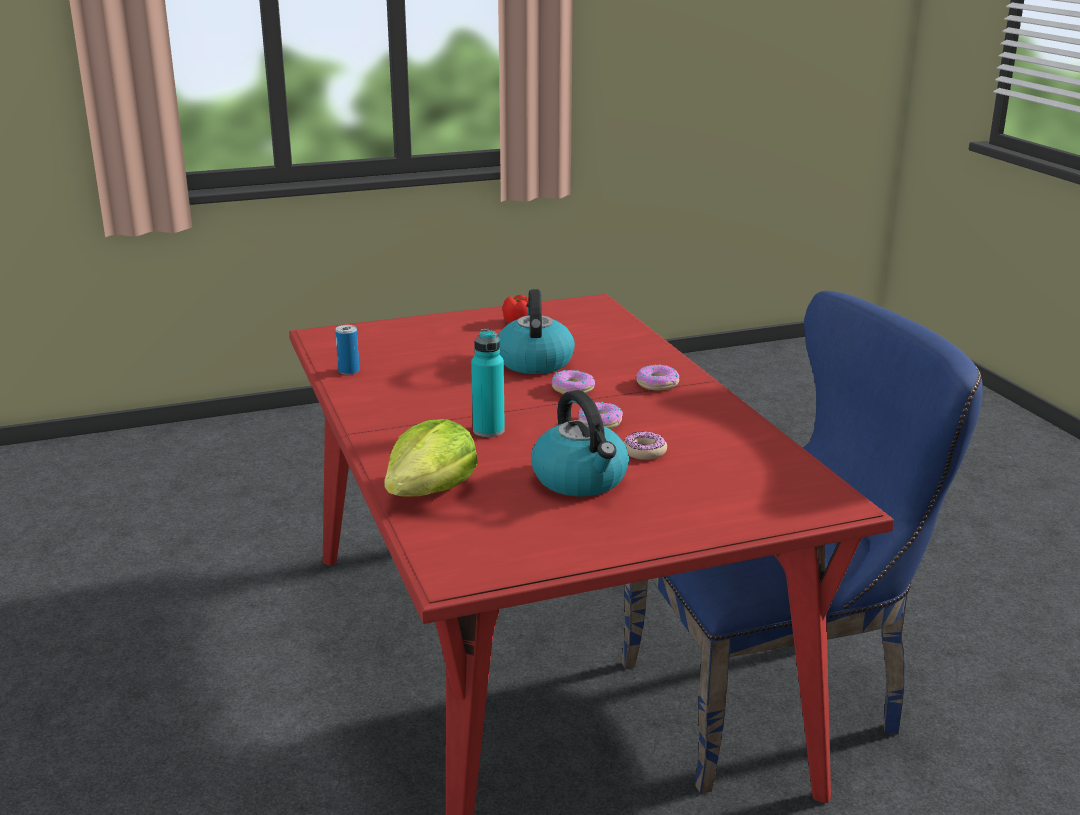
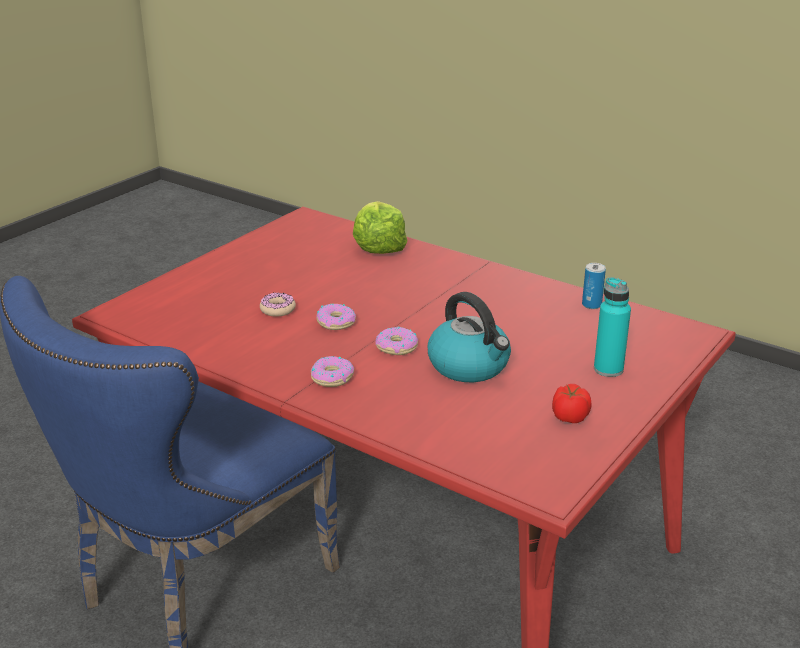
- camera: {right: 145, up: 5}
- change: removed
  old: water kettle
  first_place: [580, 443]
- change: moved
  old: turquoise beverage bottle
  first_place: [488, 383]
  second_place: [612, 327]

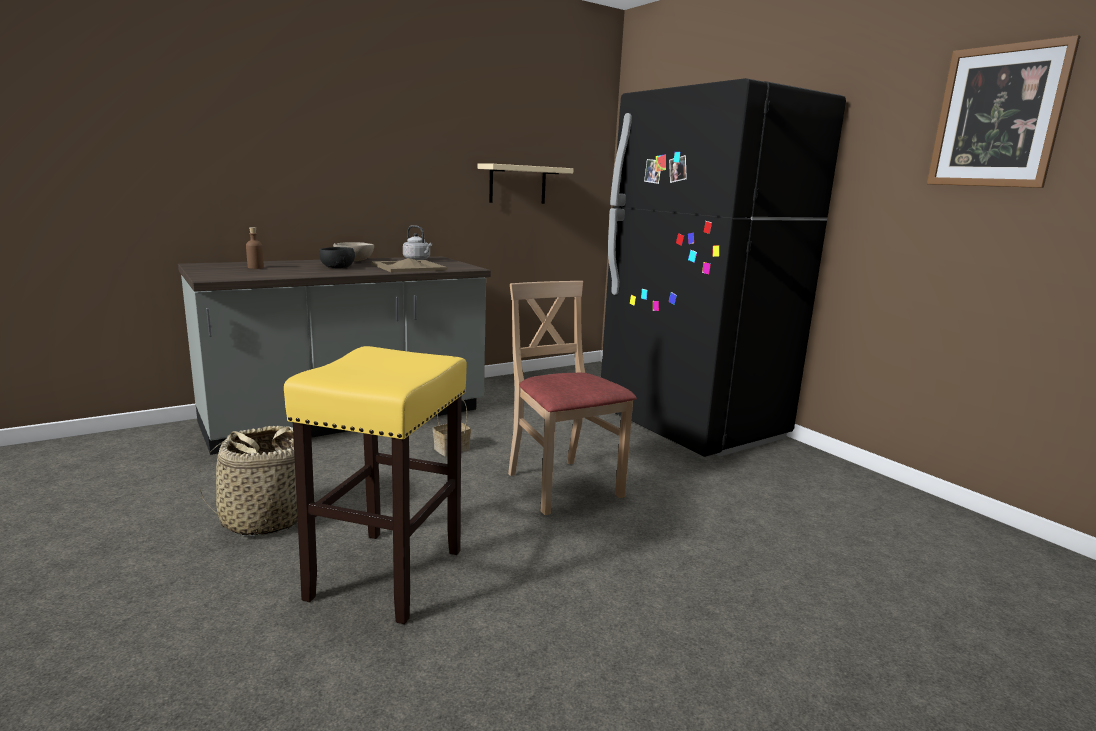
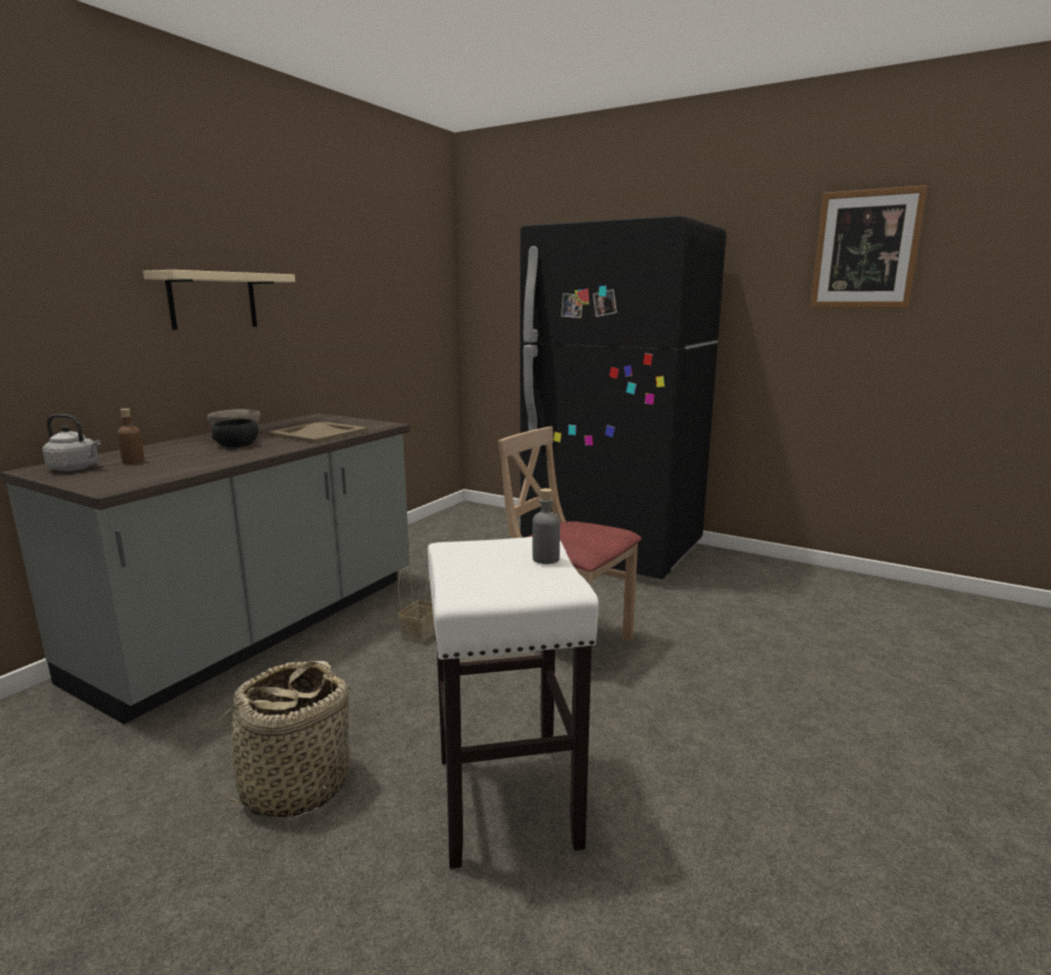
- camera: {right: -25, up: 0}
- change: added
  new: gray beverage bottle
  second_place: [546, 526]
- change: moved
  old: gray water kettle
  first_place: [417, 242]
  second_place: [71, 442]
- change: moved
  old: beige shelf
  first_place: [526, 183]
  second_place: [219, 300]
- change: recoloured
  old: yellow-coloured stool seat
  new: white stool seat
  first_place: [375, 485]
  second_place: [513, 703]

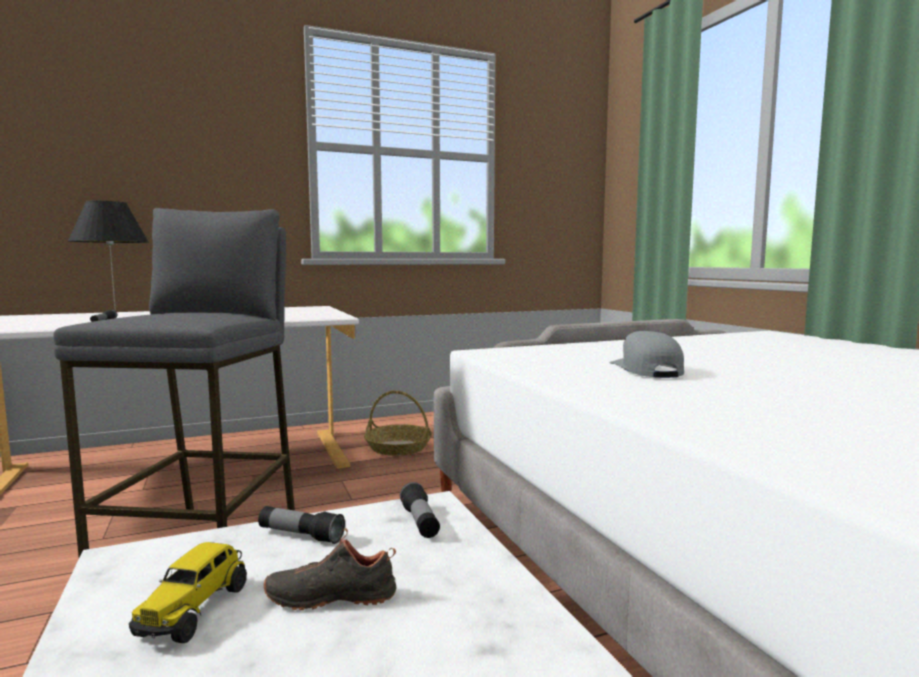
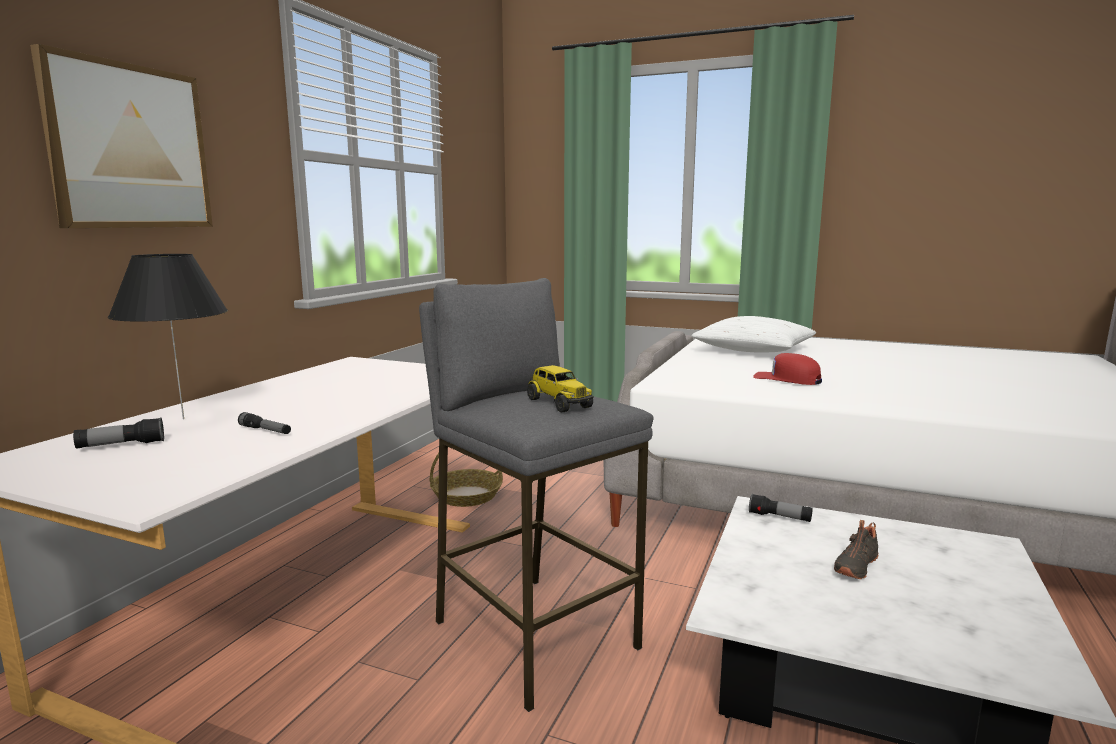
- camera: {right: -45, up: 5}
- change: added
  new: wall picture
  second_place: [121, 136]
- change: added
  new: white throw pillow
  second_place: [754, 334]
- change: moved
  old: model truck
  first_place: [188, 592]
  second_place: [560, 388]
- change: moved
  old: torch
  first_place: [301, 525]
  second_place: [118, 433]
- change: recoloured
  old: gray cap
  new: reddish cap
  first_place: [646, 354]
  second_place: [787, 369]

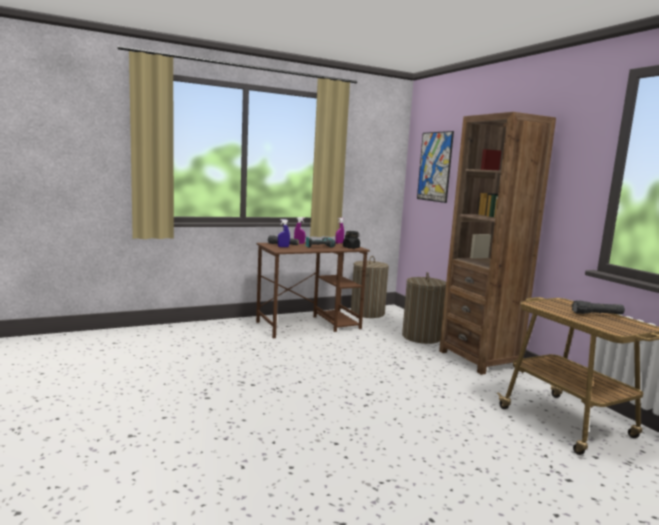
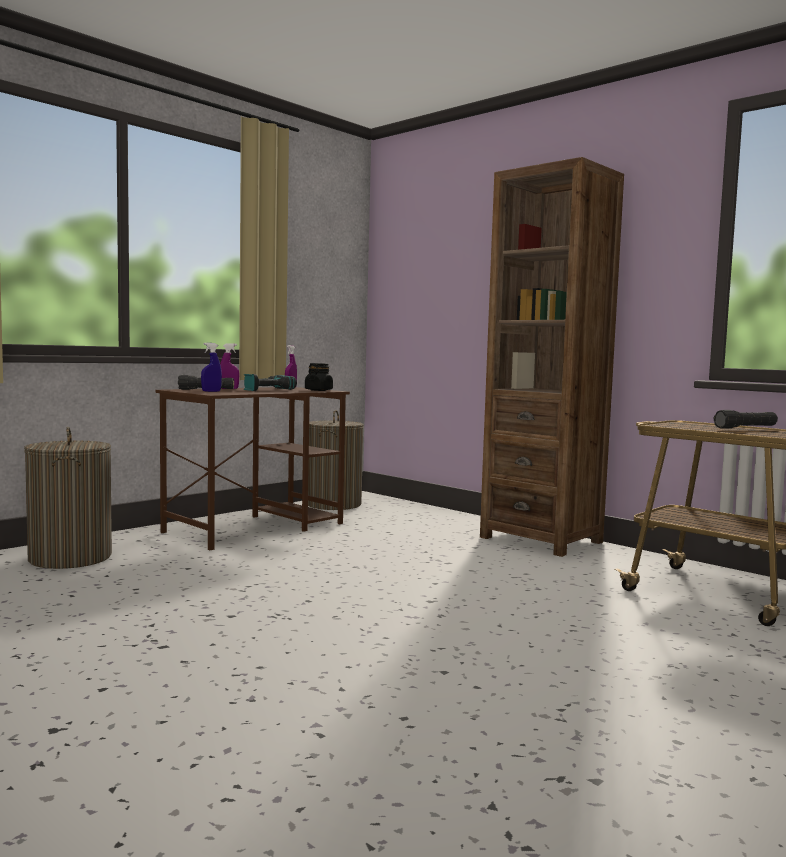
- camera: {right: -20, up: -5}
- change: removed
  old: wall picture
  first_place: [435, 167]
- change: moved
  old: laundry basket
  first_place: [424, 308]
  second_place: [68, 498]

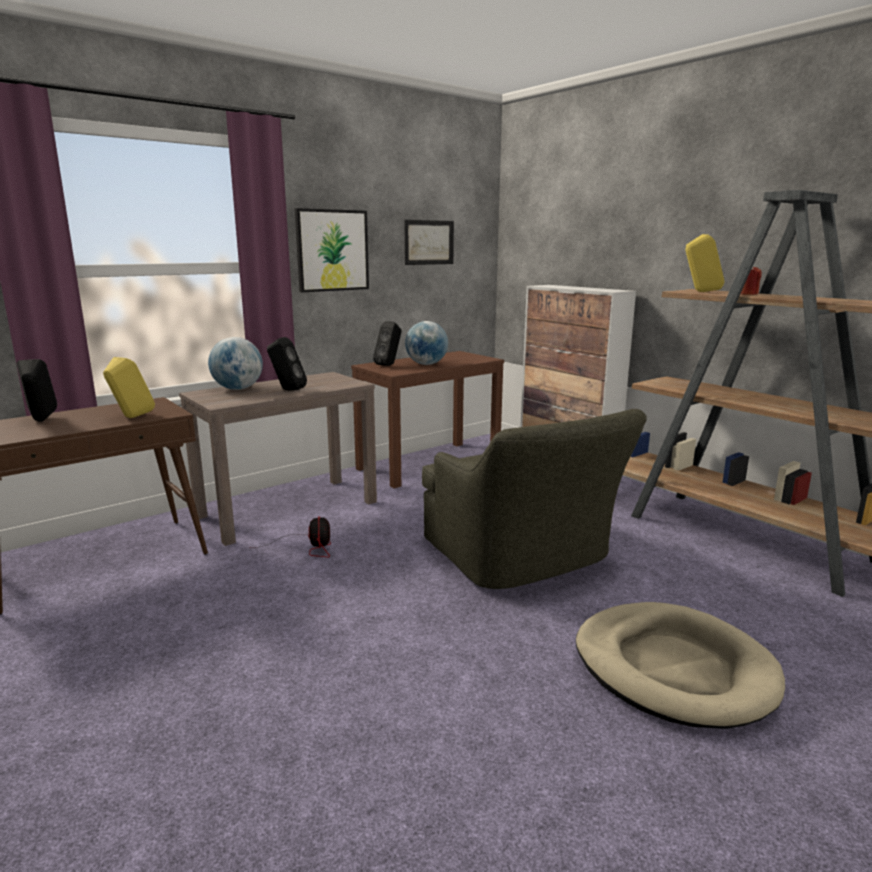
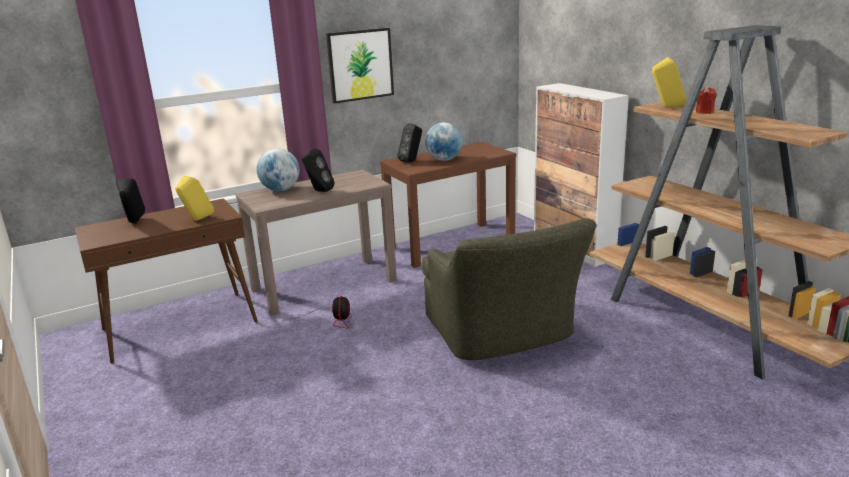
- camera: {right: 10, up: 5}
- change: removed
  old: wall picture
  first_place: [429, 242]
- change: removed
  old: beige dog bed
  first_place: [680, 665]

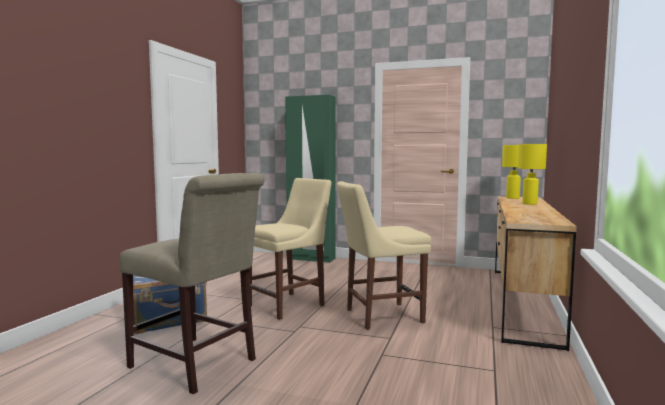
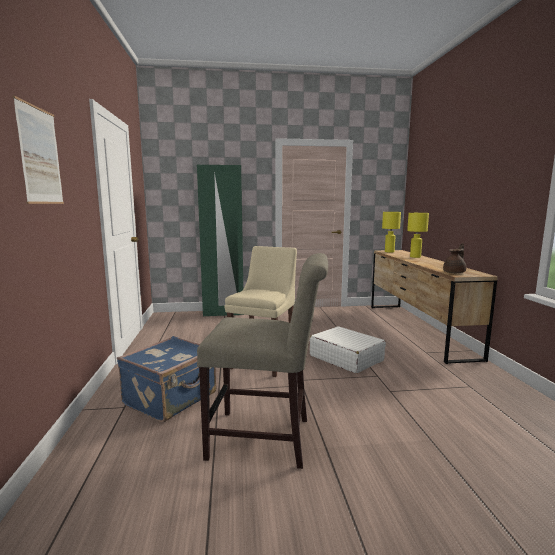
- camera: {right: -25, up: 5}
- change: added
  new: wall picture
  second_place: [38, 150]
- change: added
  new: brown tea pot
  second_place: [454, 258]
- change: replaced
  old: beige plain chair
  new: white suitcase
  first_place: [384, 255]
  second_place: [348, 349]

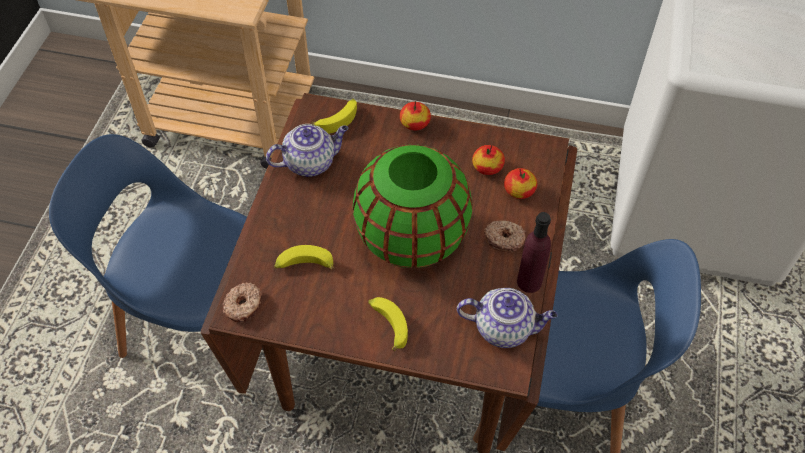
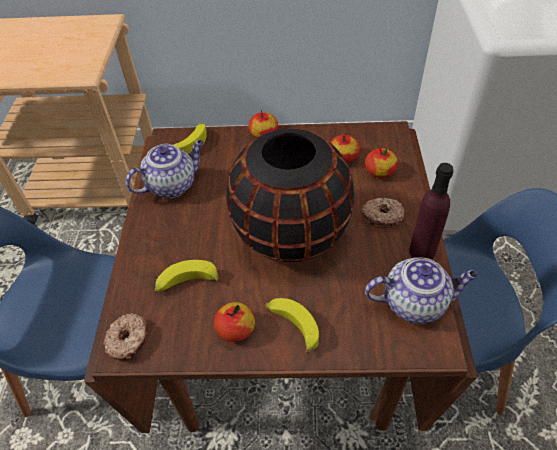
- camera: {right: -10, up: -5}
- change: added
  new: apple fruit
  second_place: [234, 322]
- change: recoloured
  old: green vase
  new: blackish vase
  first_place: [412, 206]
  second_place: [290, 195]

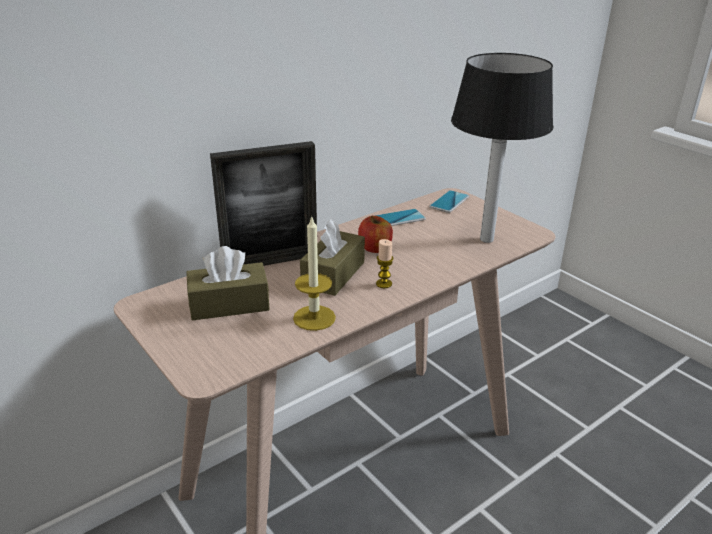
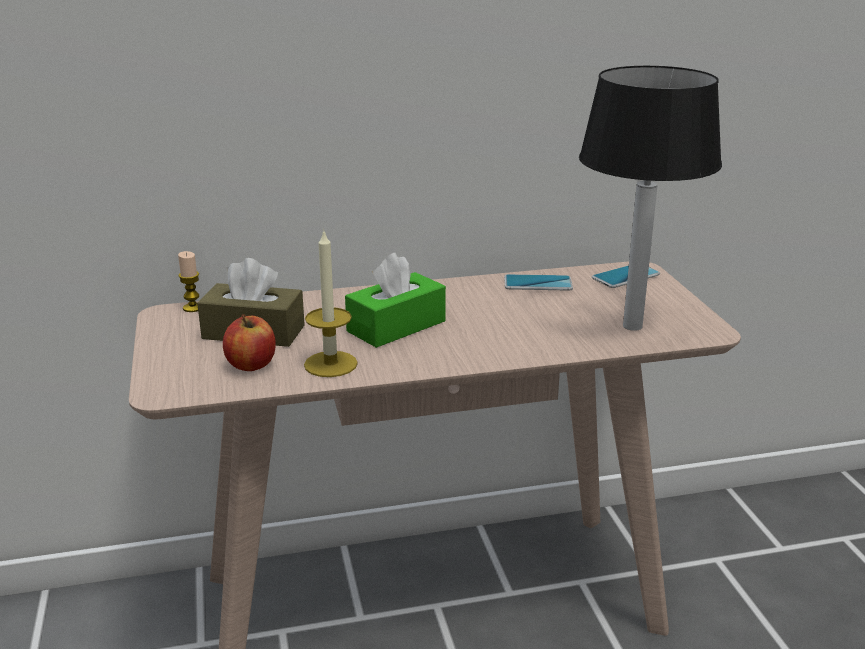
- camera: {right: 25, up: -5}
- change: removed
  old: photo frame
  first_place: [263, 203]
- change: moved
  old: apple fruit
  first_place: [375, 234]
  second_place: [249, 342]
- change: moved
  old: wax candle
  first_place: [384, 263]
  second_place: [188, 281]
- change: recoloured
  old: brown tissue holder
  new: green tissue holder
  first_place: [332, 257]
  second_place: [395, 300]

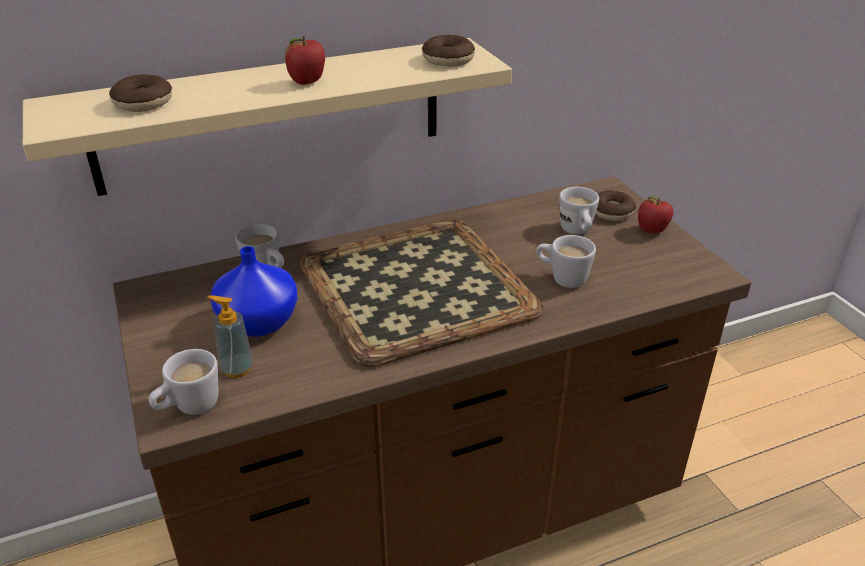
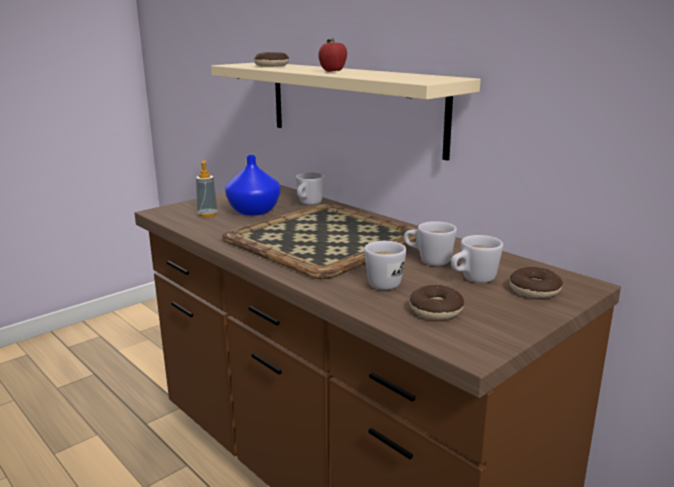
- camera: {right: 70, up: -15}
- change: removed
  old: apple fruit
  first_place: [655, 214]
- change: moved
  old: white coffee mug
  first_place: [183, 382]
  second_place: [430, 243]
- change: moved
  old: ring doughnut
  first_place: [448, 51]
  second_place: [437, 302]

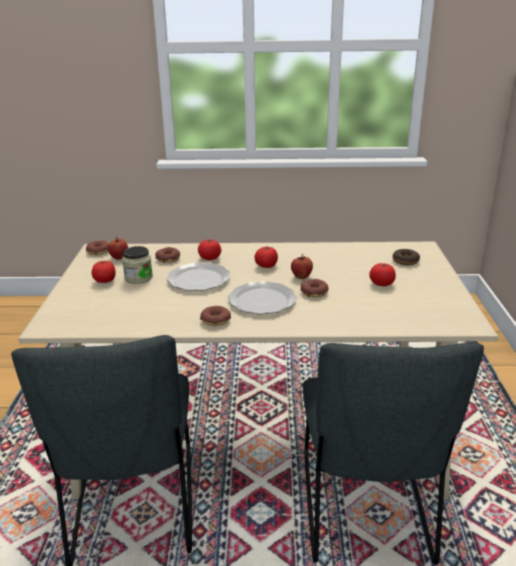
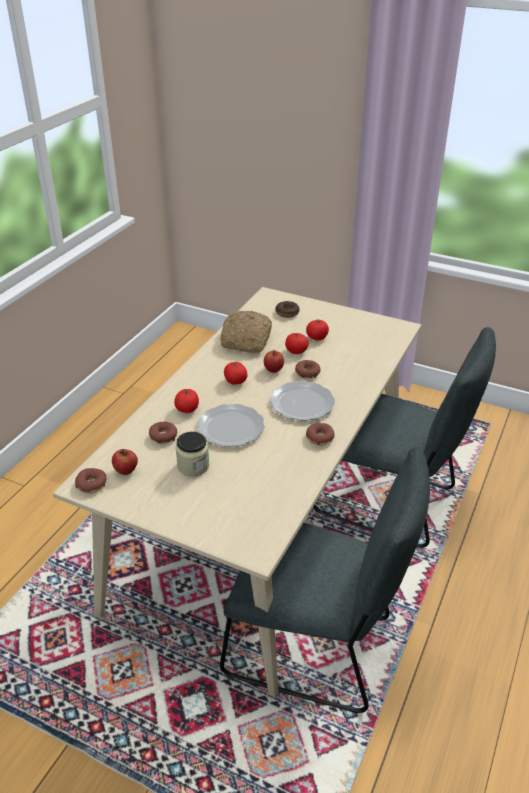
- camera: {right: -65, up: 10}
- change: added
  new: bakery bread
  second_place: [246, 332]
- change: moved
  old: tomato
  first_place: [104, 272]
  second_place: [297, 343]

